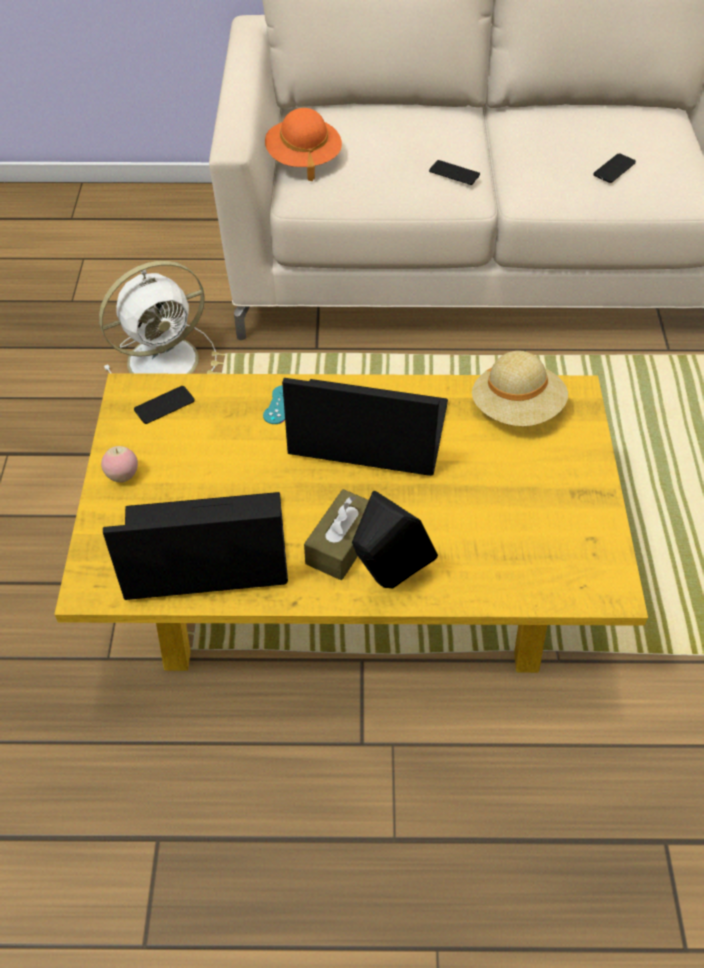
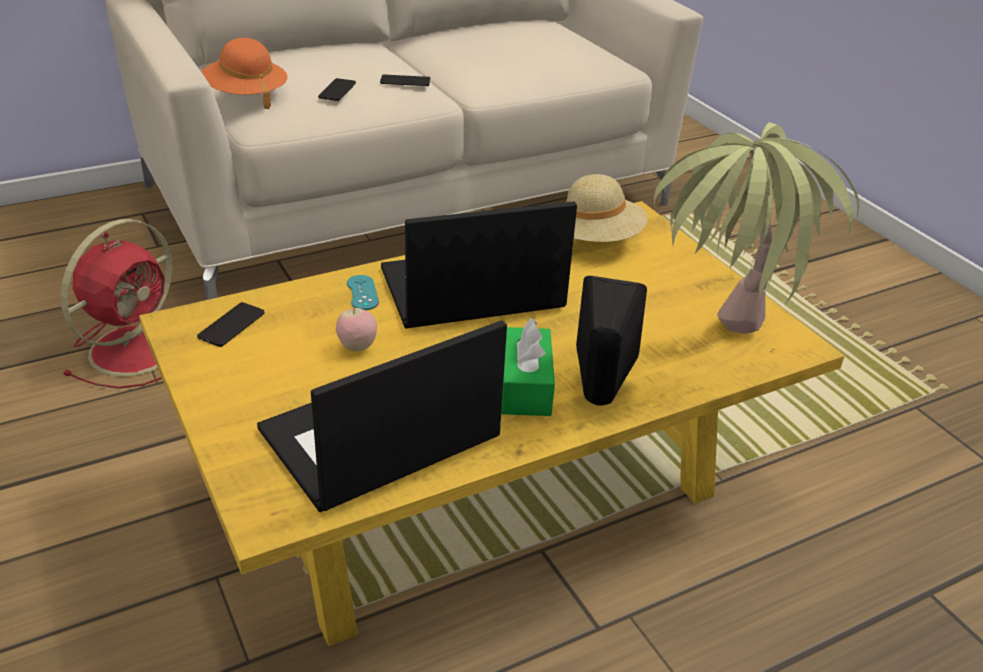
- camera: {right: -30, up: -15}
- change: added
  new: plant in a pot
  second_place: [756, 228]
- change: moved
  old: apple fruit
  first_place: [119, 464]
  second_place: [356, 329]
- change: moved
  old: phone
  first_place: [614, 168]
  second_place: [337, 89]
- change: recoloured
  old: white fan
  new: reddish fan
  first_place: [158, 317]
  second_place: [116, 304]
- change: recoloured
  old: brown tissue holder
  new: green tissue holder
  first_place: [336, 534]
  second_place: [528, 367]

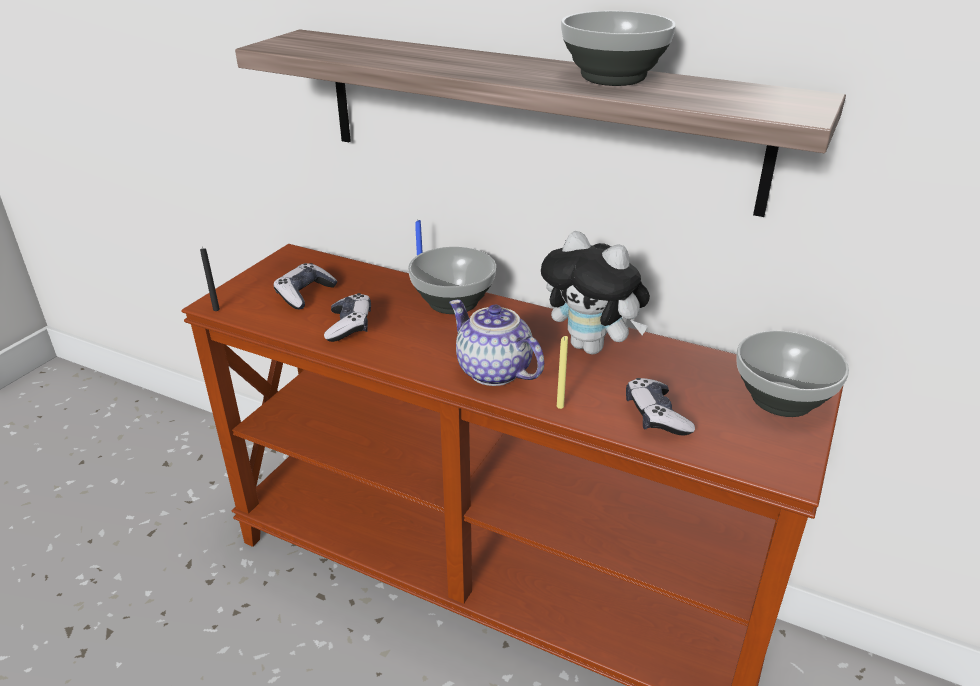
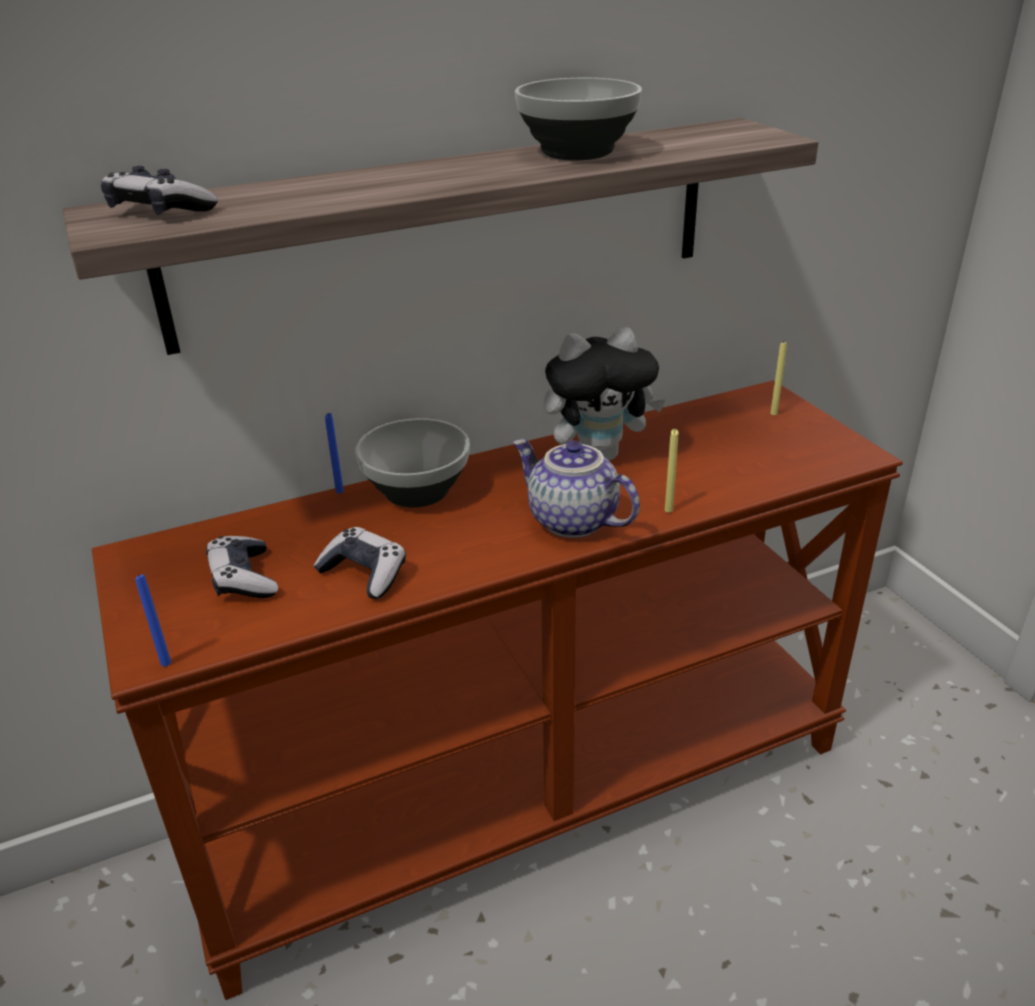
- camera: {right: -50, up: 0}
- change: moved
  old: gamepad
  first_place: [660, 407]
  second_place: [159, 190]
- change: replaced
  old: deep dish
  new: yellow-coloured wax candle
  first_place: [792, 374]
  second_place: [778, 378]
- change: recoloured
  old: blackish wax candle
  new: bluish wax candle
  first_place: [210, 279]
  second_place: [153, 620]
- change: turned
  old: tea pot
  first_place: [496, 343]
  second_place: [576, 488]
  degrees: 45

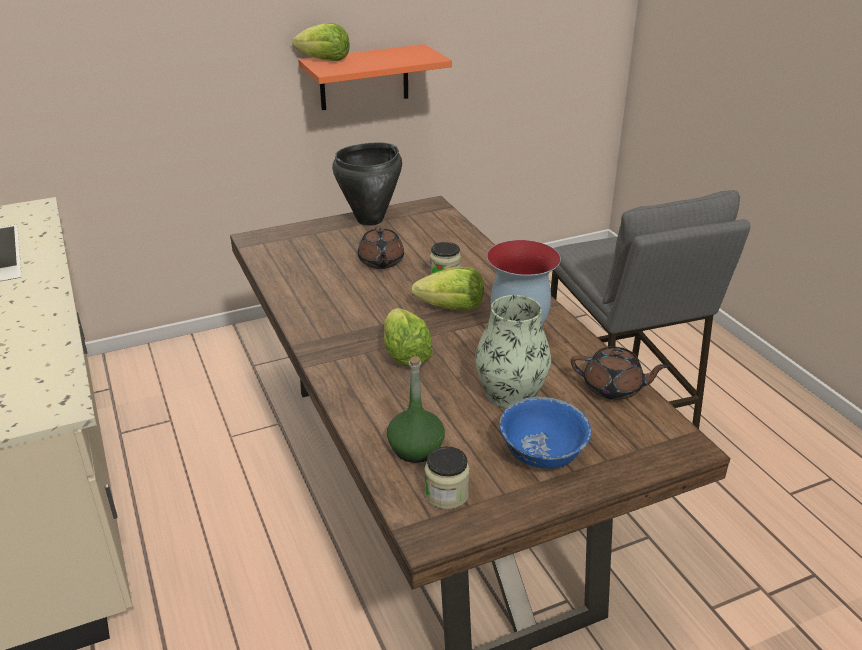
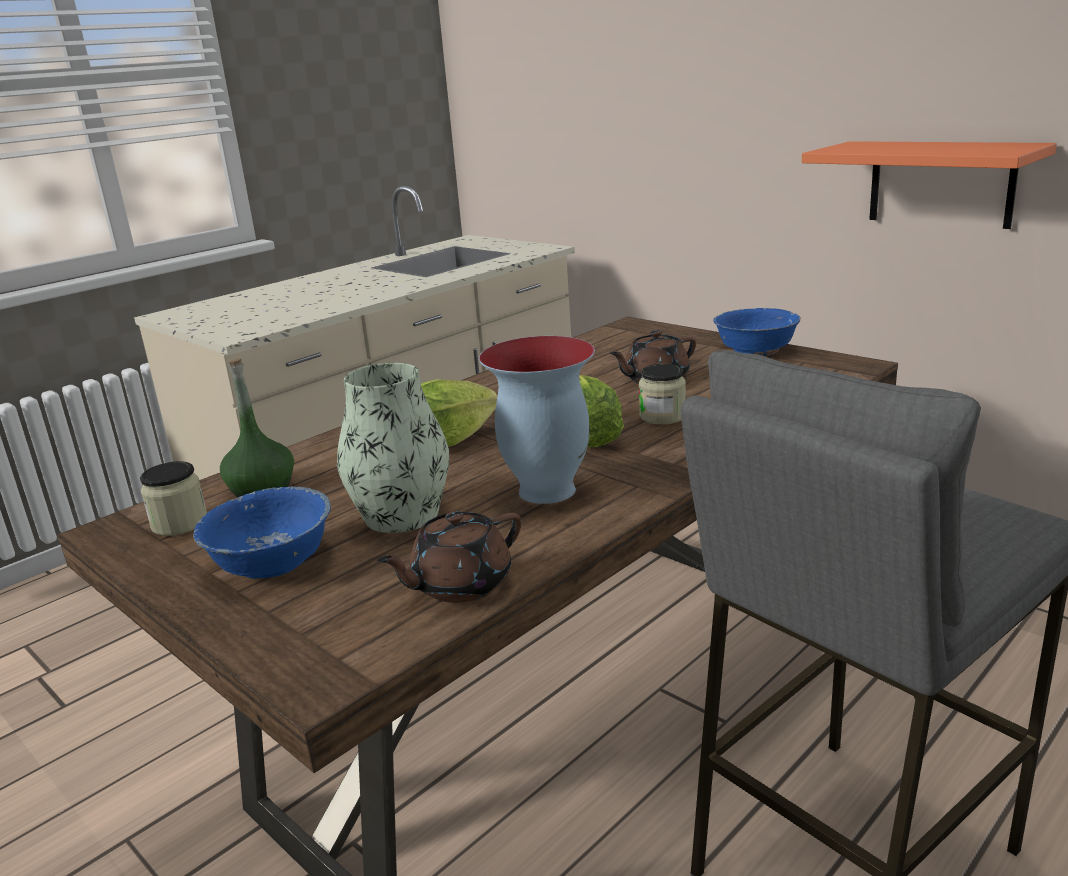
- camera: {right: 70, up: -10}
- change: removed
  old: lettuce head
  first_place: [321, 42]
- change: replaced
  old: blackish saucepot
  new: bluish deep dish
  first_place: [367, 184]
  second_place: [757, 332]
- change: turned
  old: brown tea pot
  first_place: [620, 373]
  second_place: [449, 557]
  degrees: 60

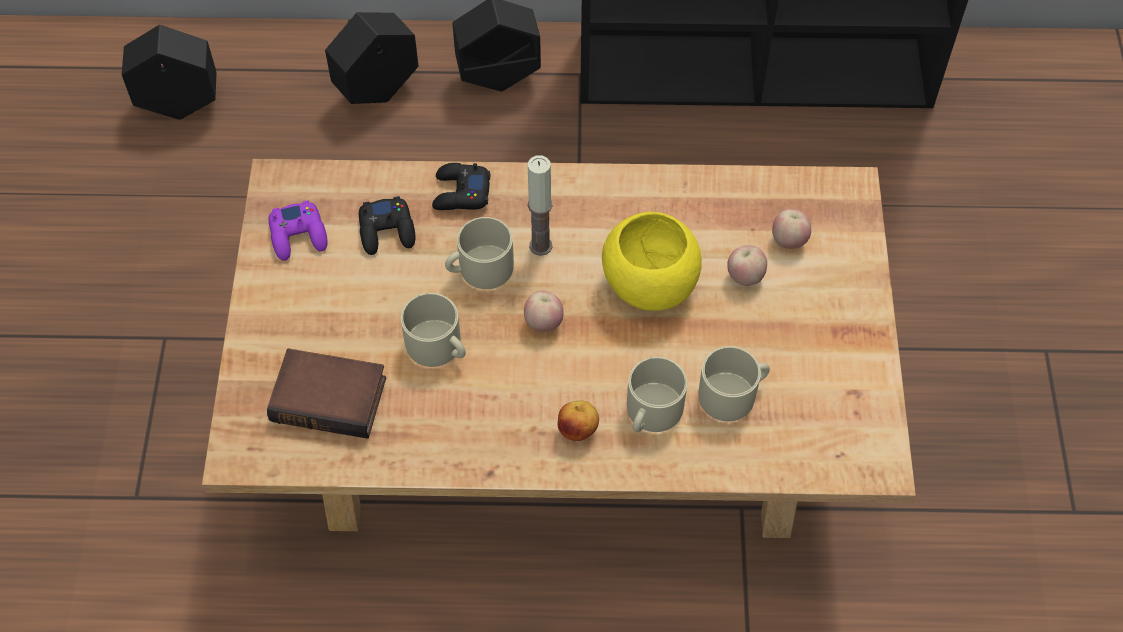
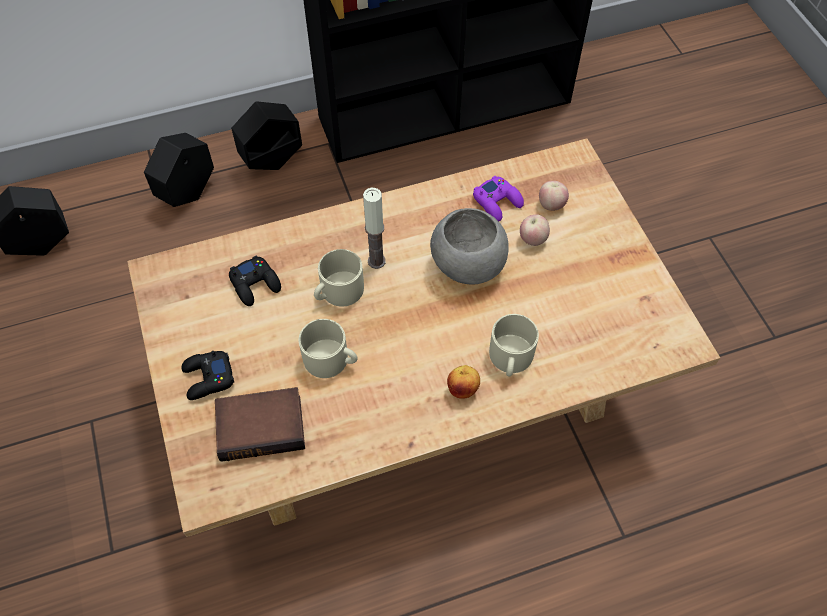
- camera: {right: -20, up: 0}
- change: removed
  old: apple fruit
  first_place: [544, 311]
- change: removed
  old: beige coffee mug
  first_place: [734, 383]
- change: moved
  old: purple-coloured gamepad
  first_place: [298, 230]
  second_place: [498, 198]
- change: moved
  old: blackish gamepad
  first_place: [461, 186]
  second_place: [207, 375]
- change: recoloured
  old: yellow-coloured deep dish
  new: gray deep dish
  first_place: [652, 261]
  second_place: [469, 246]

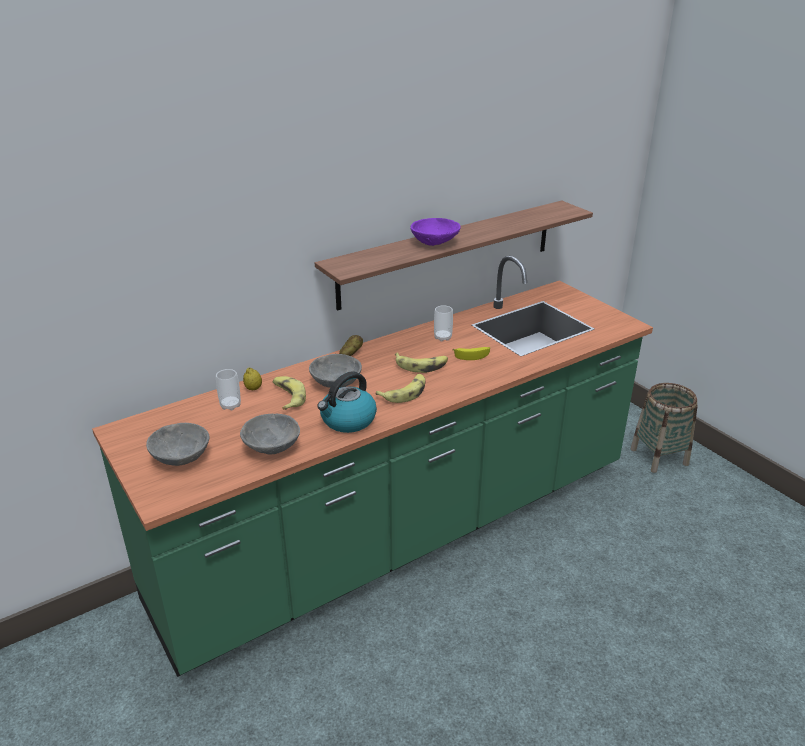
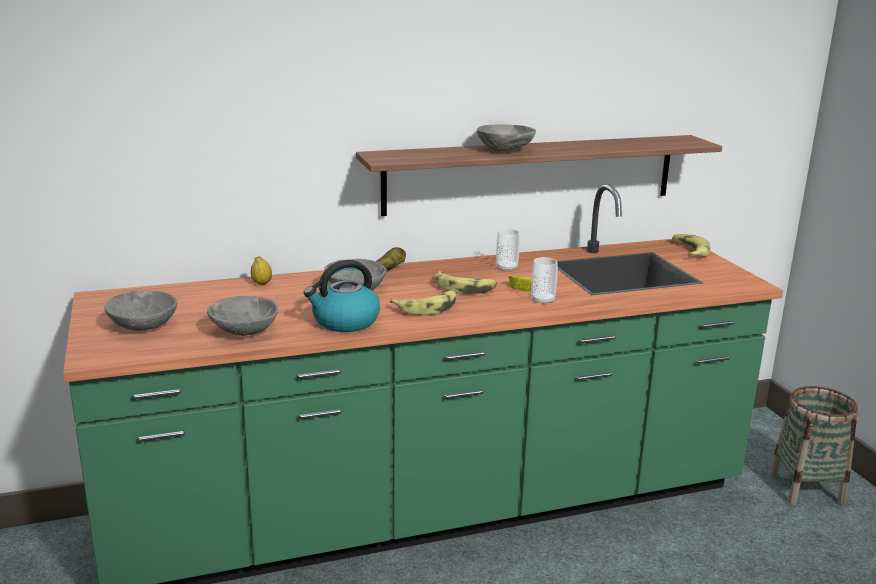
- camera: {right: 15, up: -10}
- change: moved
  old: drinking cup
  first_place: [228, 389]
  second_place: [544, 281]
- change: moved
  old: banana
  first_place: [289, 393]
  second_place: [691, 245]
- change: recoloured
  old: purple-coloured deep dish
  new: gray deep dish
  first_place: [435, 232]
  second_place: [506, 138]

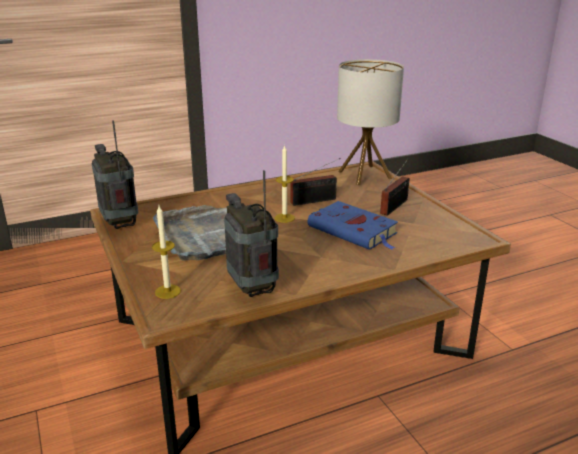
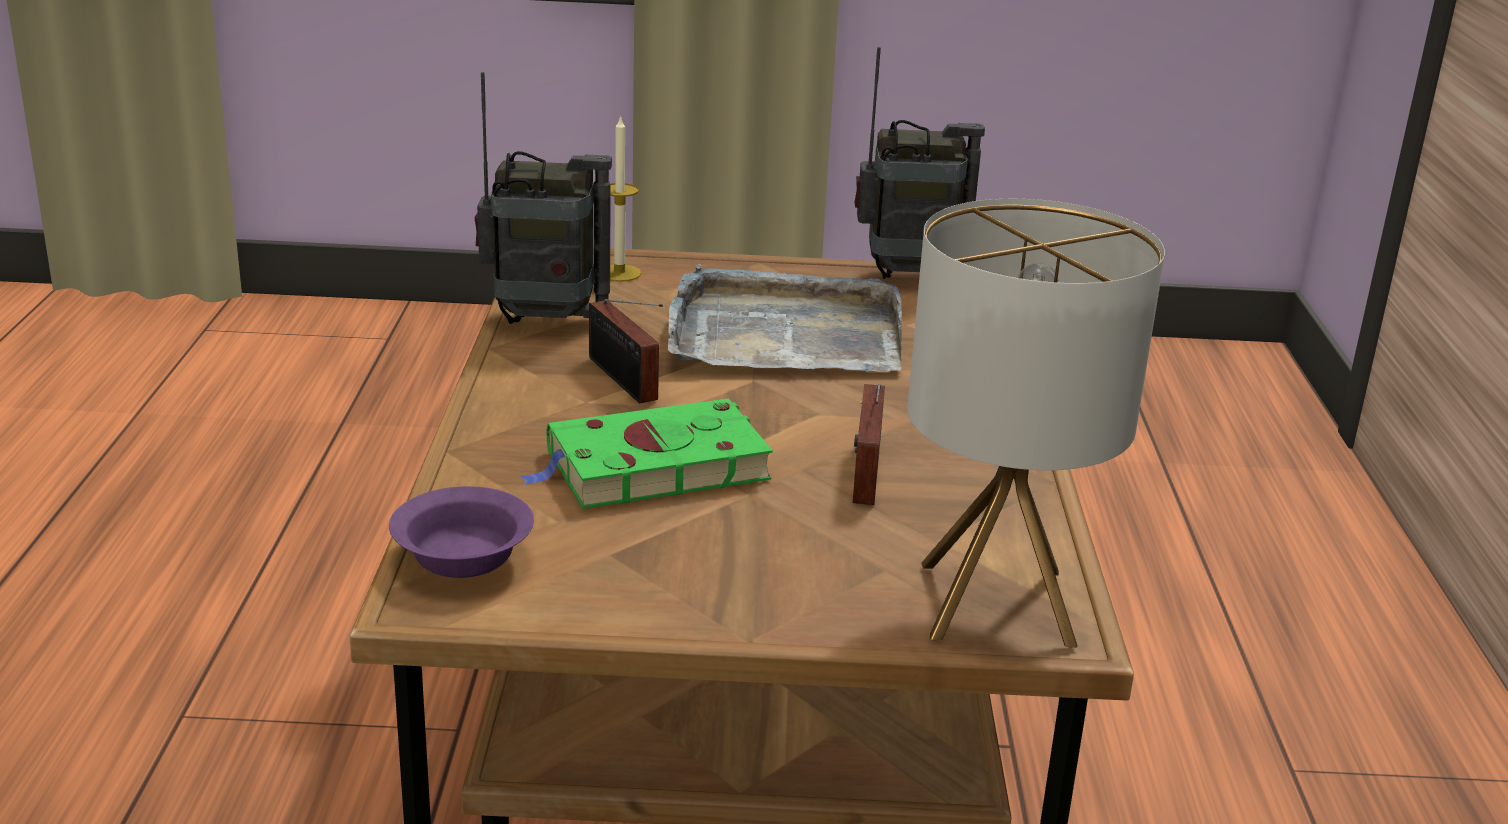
- camera: {right: 115, up: 0}
- change: removed
  old: wax candle
  first_place: [285, 184]
- change: added
  new: purple-coloured deep dish
  second_place: [461, 532]
- change: moved
  old: radio
  first_place: [395, 187]
  second_place: [626, 351]
- change: recoloured
  old: bluish bound book
  new: green bound book
  first_place: [353, 225]
  second_place: [646, 453]

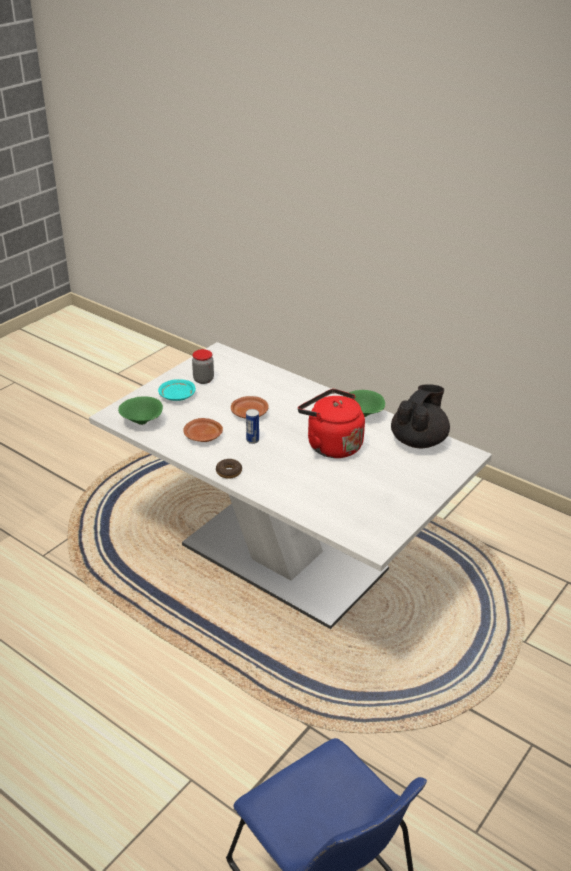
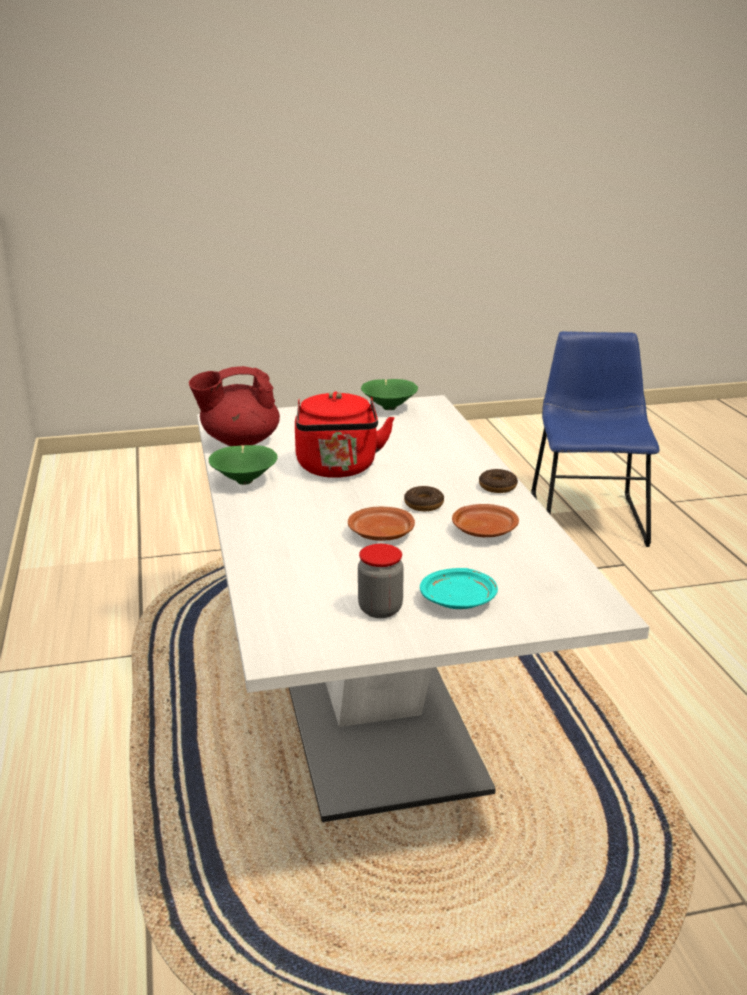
- camera: {right: -140, up: -10}
- change: moved
  old: green deep dish
  first_place: [140, 410]
  second_place: [389, 394]
- change: replaced
  old: can
  new: ring doughnut
  first_place: [252, 426]
  second_place: [424, 498]
- change: recoloured
  old: blackish tea pot
  new: reddish tea pot
  first_place: [420, 416]
  second_place: [234, 406]

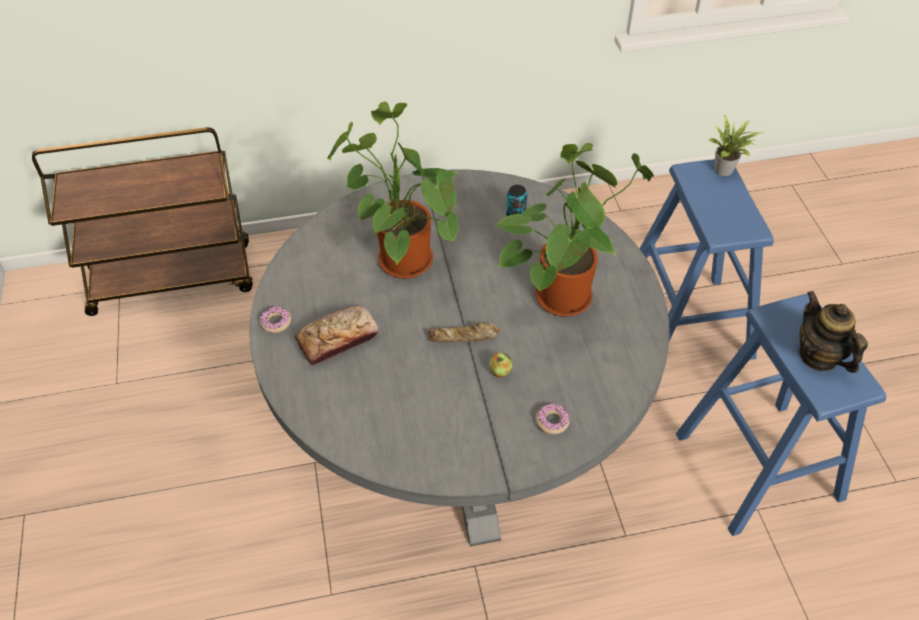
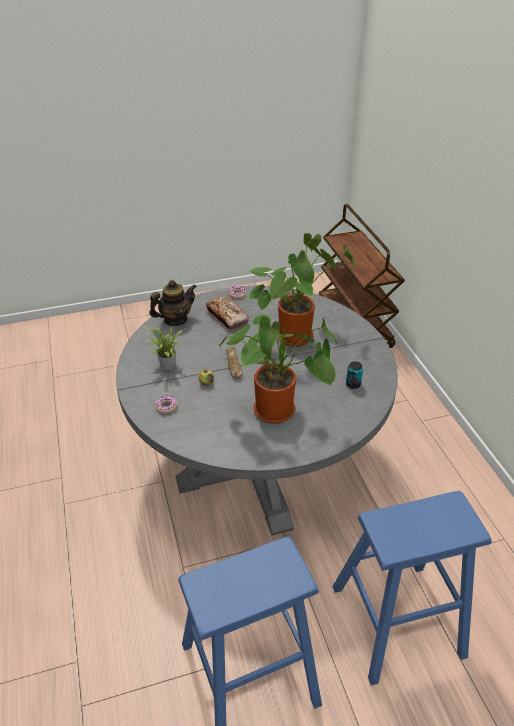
- camera: {right: 85, up: -10}
- change: moved
  old: plant in a pot
  first_place: [736, 145]
  second_place: [163, 348]
- change: moved
  old: tea pot
  first_place: [833, 332]
  second_place: [173, 303]

